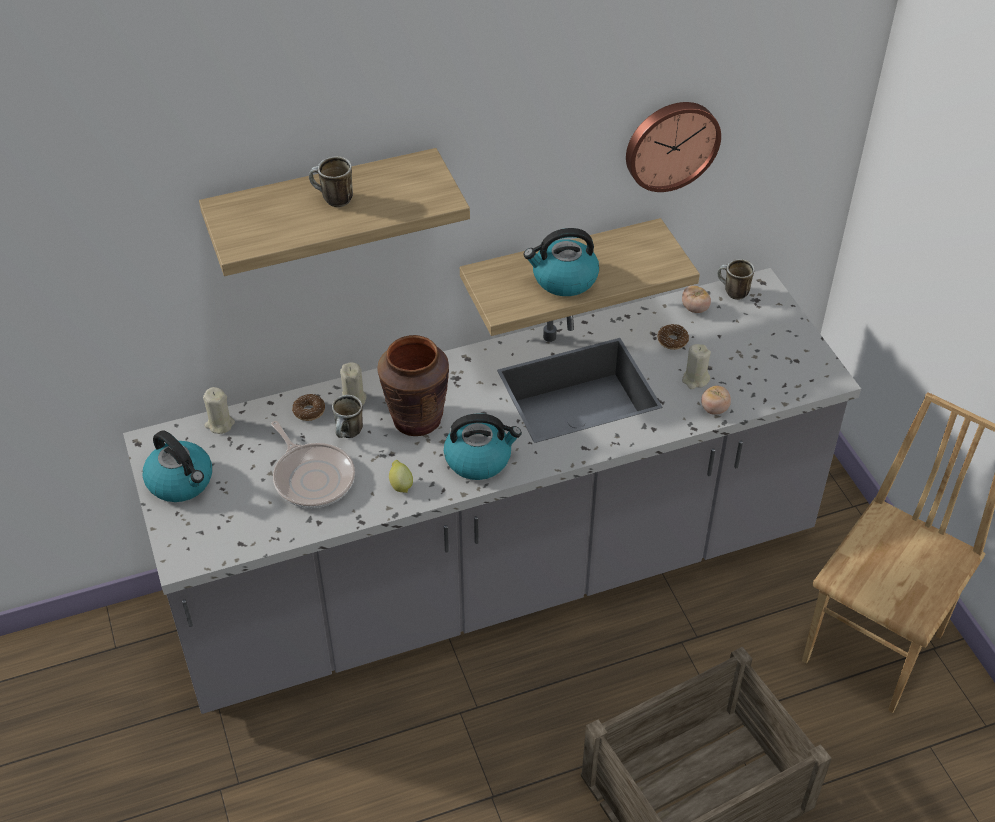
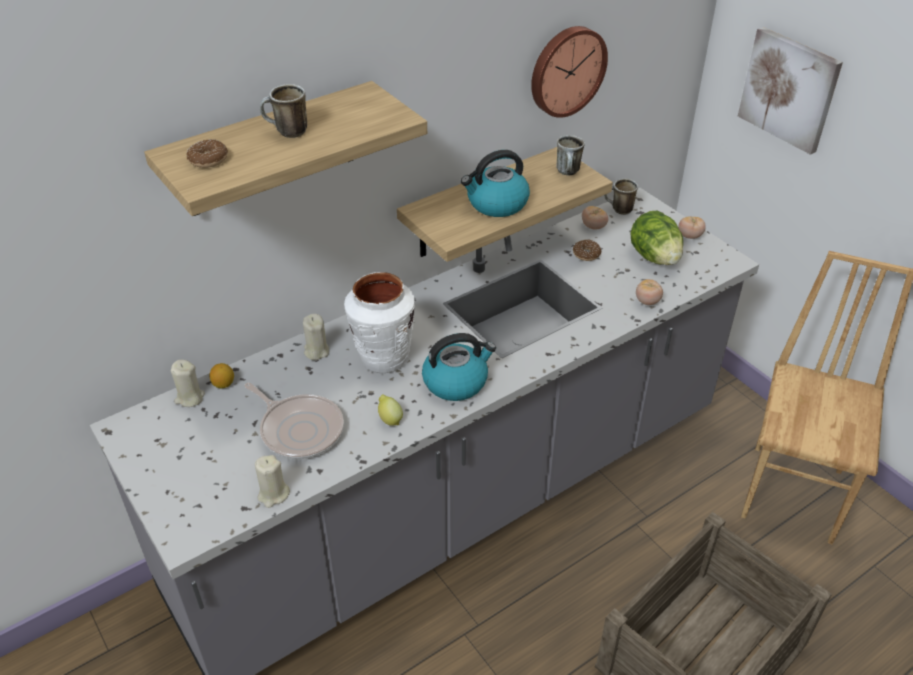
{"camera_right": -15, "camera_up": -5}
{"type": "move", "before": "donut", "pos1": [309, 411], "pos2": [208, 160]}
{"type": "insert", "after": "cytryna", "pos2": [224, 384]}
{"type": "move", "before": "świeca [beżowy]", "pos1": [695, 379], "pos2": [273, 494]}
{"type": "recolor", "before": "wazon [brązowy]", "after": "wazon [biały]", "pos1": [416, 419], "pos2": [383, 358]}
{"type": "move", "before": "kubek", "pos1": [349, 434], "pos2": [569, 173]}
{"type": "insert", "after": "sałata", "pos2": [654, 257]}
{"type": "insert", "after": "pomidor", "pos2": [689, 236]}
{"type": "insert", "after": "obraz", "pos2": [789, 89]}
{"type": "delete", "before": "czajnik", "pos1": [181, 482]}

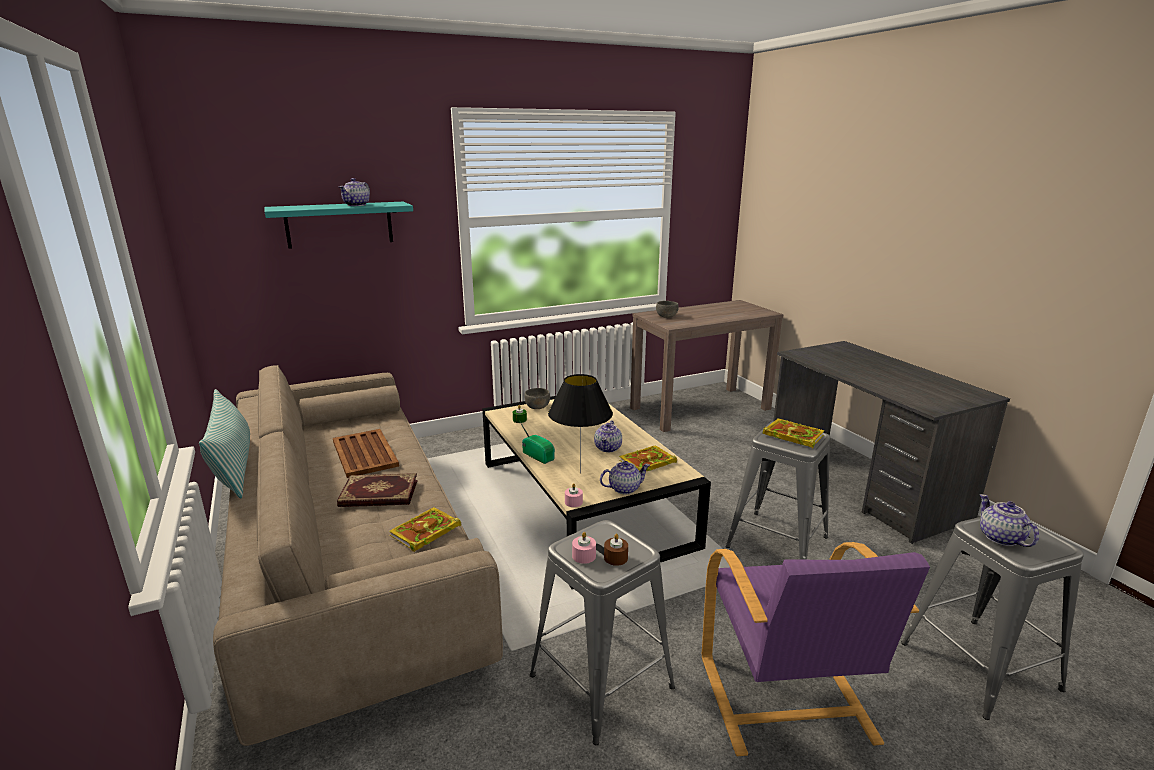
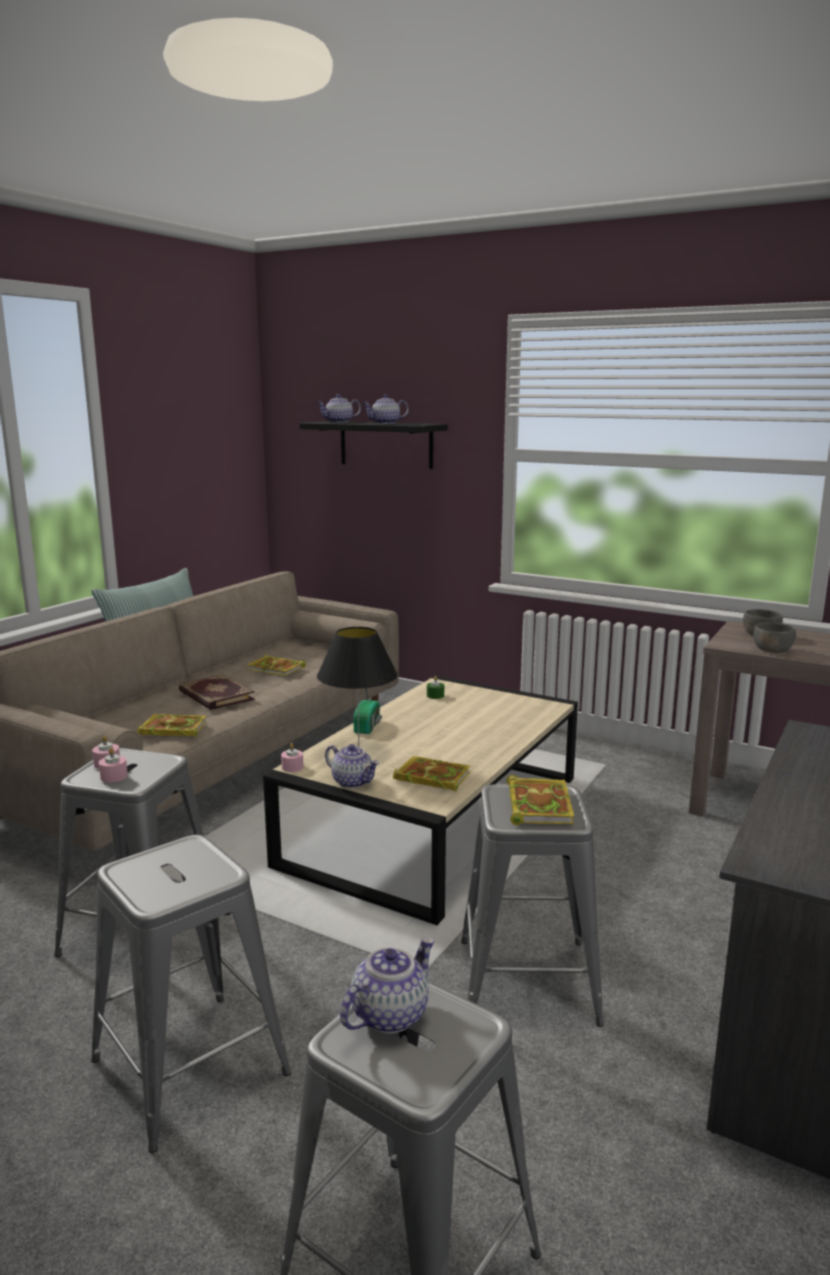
{"camera_right": 55, "camera_up": -5}
{"type": "replace", "before": "fotel [fioletowy]", "after": "stołek [szary]", "pos1": [785, 700], "pos2": [190, 1067]}
{"type": "recolor", "before": "świeca [brązowy]", "after": "świeca [różowy]", "pos1": [615, 558], "pos2": [114, 776]}
{"type": "replace", "before": "taca [brązowy]", "after": "książka", "pos1": [365, 453], "pos2": [277, 669]}
{"type": "recolor", "before": "półka [turkusowy]", "after": "półka [czarny]", "pos1": [339, 224], "pos2": [386, 444]}
{"type": "move", "before": "imbryk", "pos1": [608, 448], "pos2": [339, 422]}
{"type": "move", "before": "miska [szary]", "pos1": [537, 407], "pos2": [772, 650]}

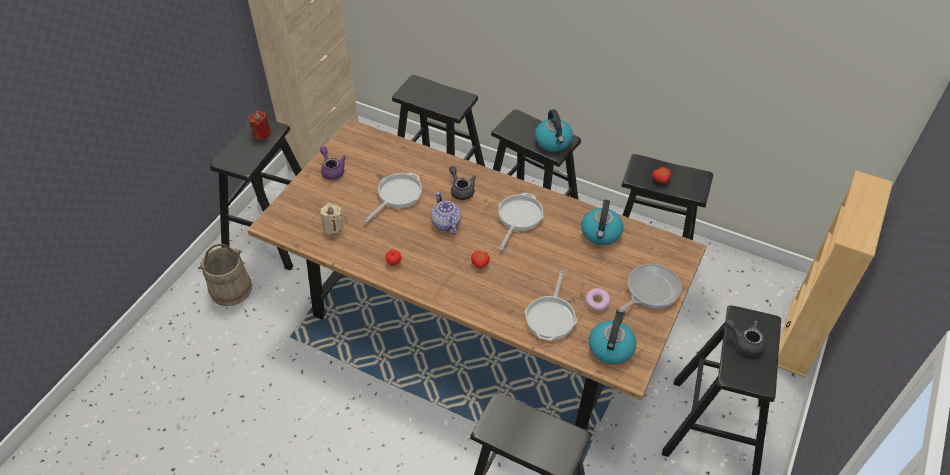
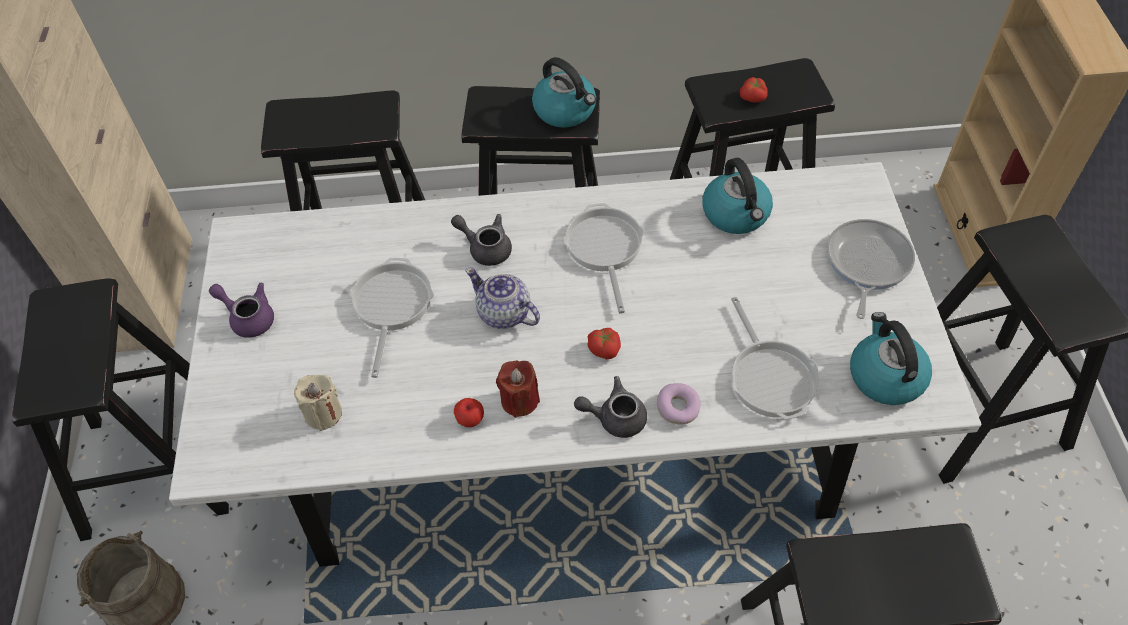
{"camera_right": -30, "camera_up": 5}
{"type": "recolor", "before": "stół jadalny [brązowy]", "after": "stół jadalny [biały]", "pos1": [474, 321], "pos2": [569, 436]}
{"type": "move", "before": "świeca [czerwony]", "pos1": [262, 133], "pos2": [519, 400]}
{"type": "move", "before": "imbryk [szary]", "pos1": [744, 342], "pos2": [614, 417]}
{"type": "move", "before": "donut", "pos1": [597, 302], "pos2": [678, 408]}

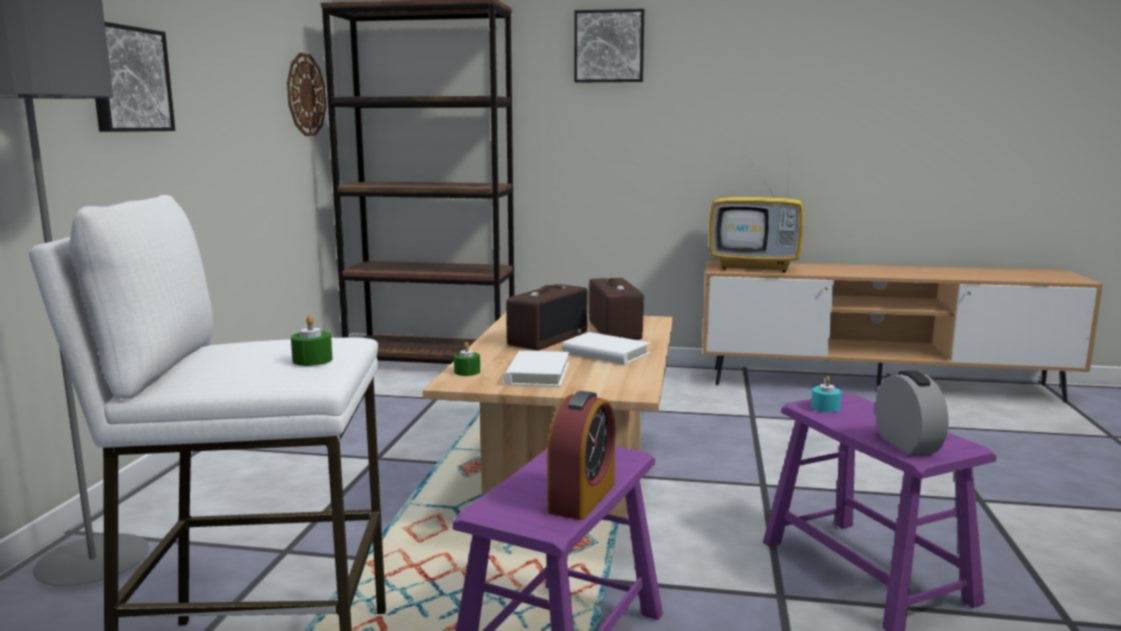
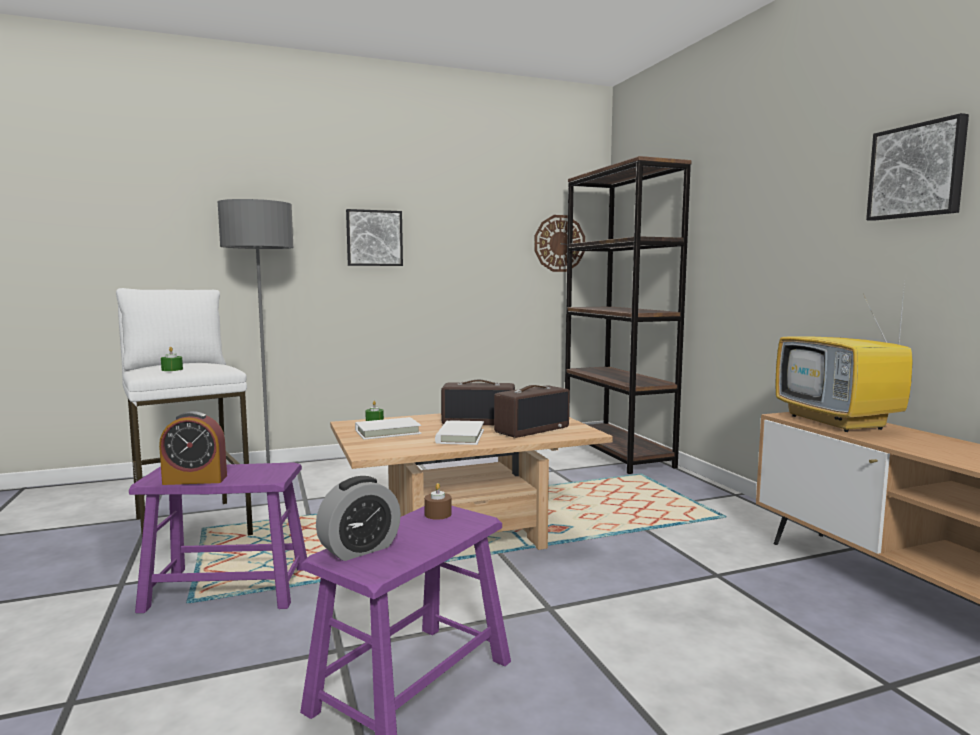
{"camera_right": 60, "camera_up": -5}
{"type": "recolor", "before": "świeca [turkusowy]", "after": "świeca [brązowy]", "pos1": [825, 407], "pos2": [438, 514]}
{"type": "move", "before": "obraz", "pos1": [609, 46], "pos2": [917, 171]}

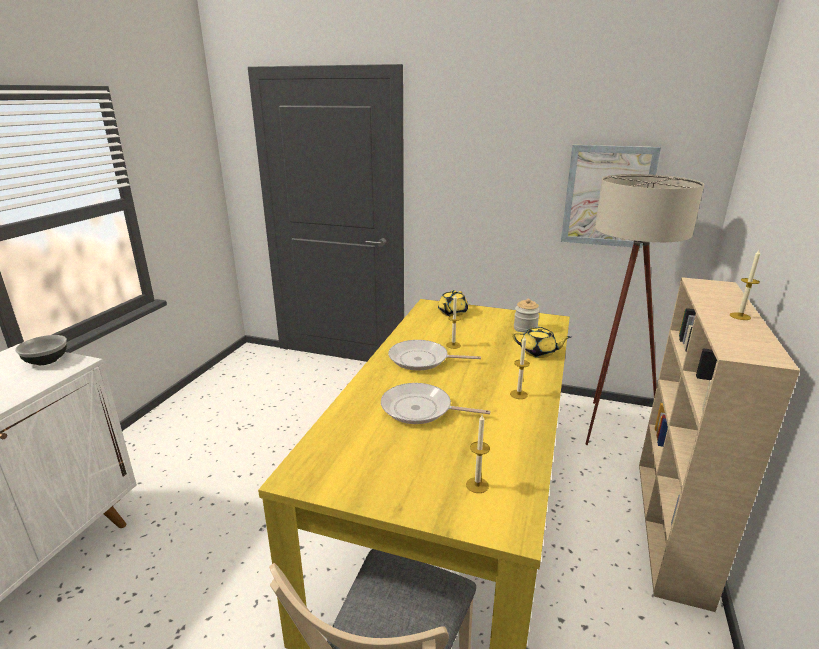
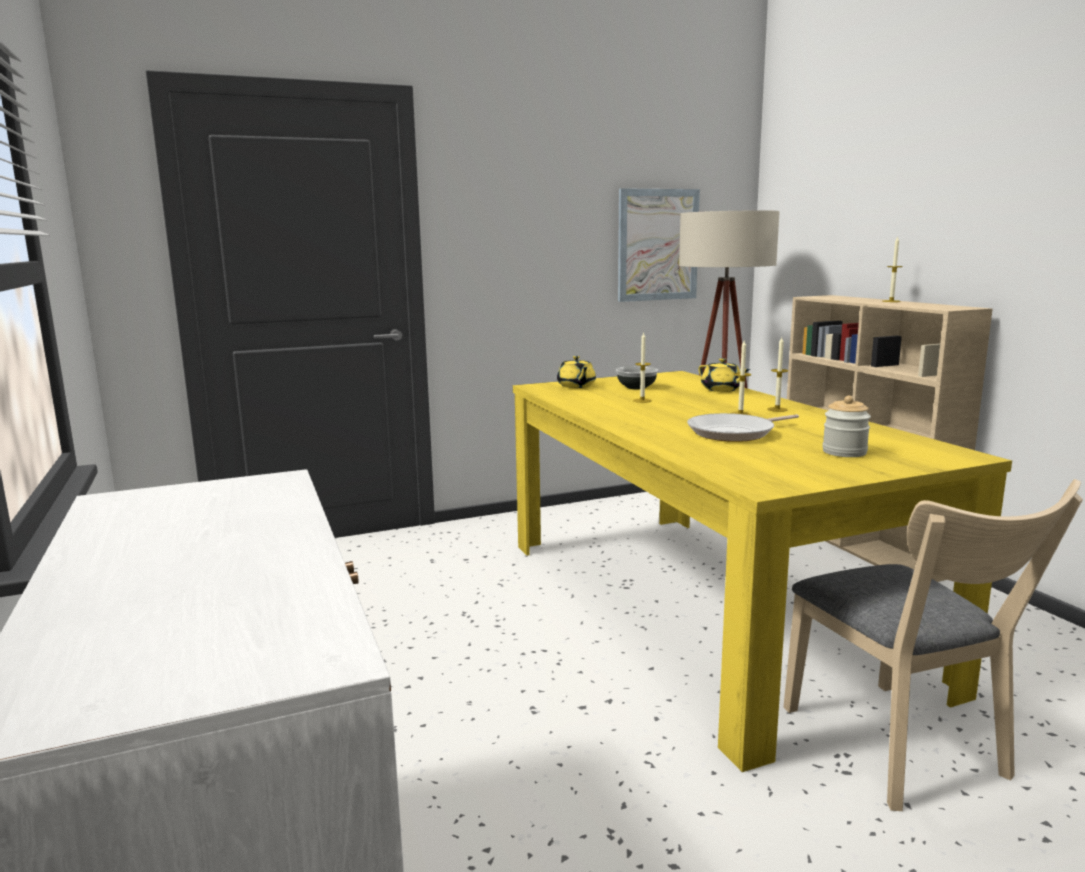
{"camera_right": -40, "camera_up": -10}
{"type": "move", "before": "miska", "pos1": [47, 360], "pos2": [636, 387]}
{"type": "rotate", "before": "imbryk [żółty]", "pos1": [538, 352], "pos2": [722, 390], "turn": 75}
{"type": "move", "before": "świeca", "pos1": [477, 485], "pos2": [740, 414]}
{"type": "move", "before": "słoik", "pos1": [525, 329], "pos2": [844, 452]}
{"type": "delete", "before": "patelnia", "pos1": [422, 360]}

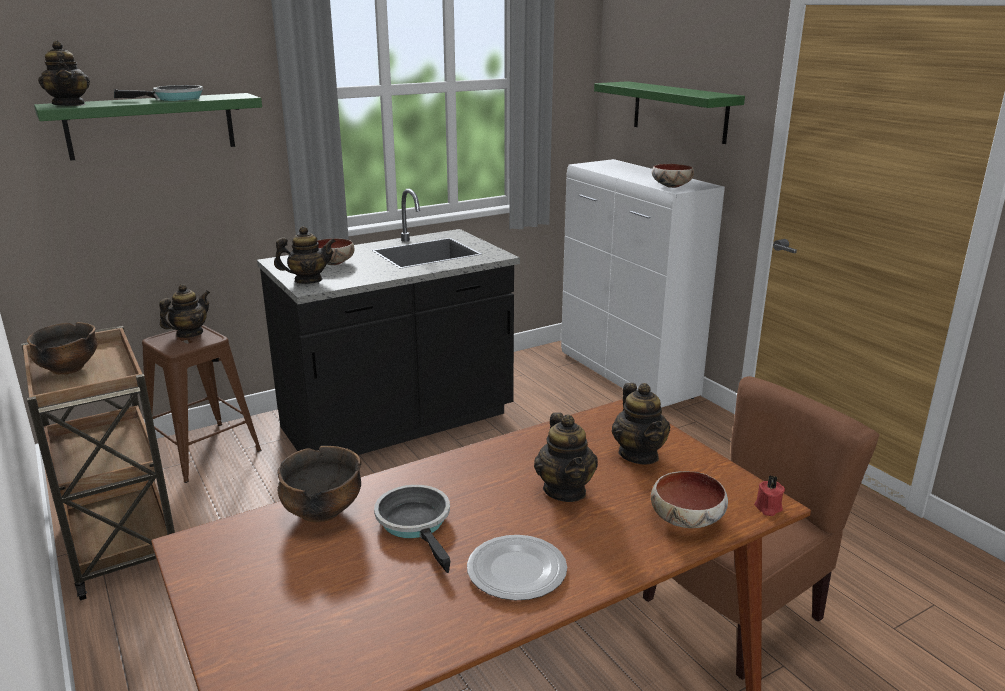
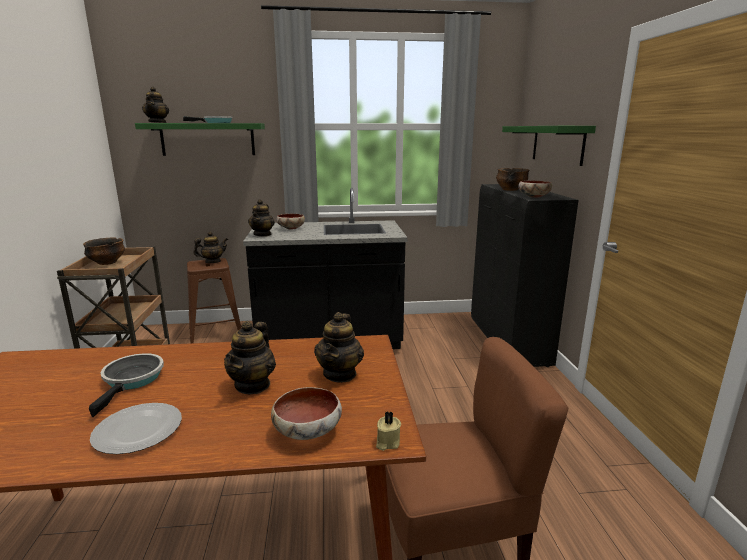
{"camera_right": 25, "camera_up": -5}
{"type": "rotate", "before": "imbryk", "pos1": [308, 280], "pos2": [262, 234], "turn": 90}
{"type": "recolor", "before": "świeca [czerwony]", "after": "świeca [beżowy]", "pos1": [767, 508], "pos2": [387, 442]}
{"type": "recolor", "before": "szafka [biały]", "after": "szafka [czarny]", "pos1": [628, 376], "pos2": [508, 342]}
{"type": "move", "before": "miska", "pos1": [322, 512], "pos2": [510, 190]}

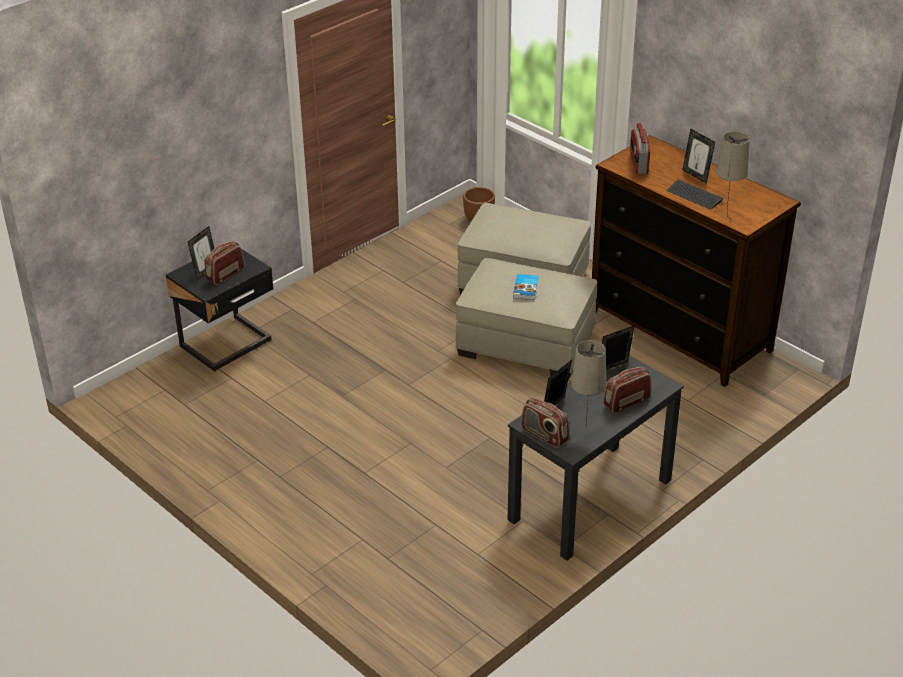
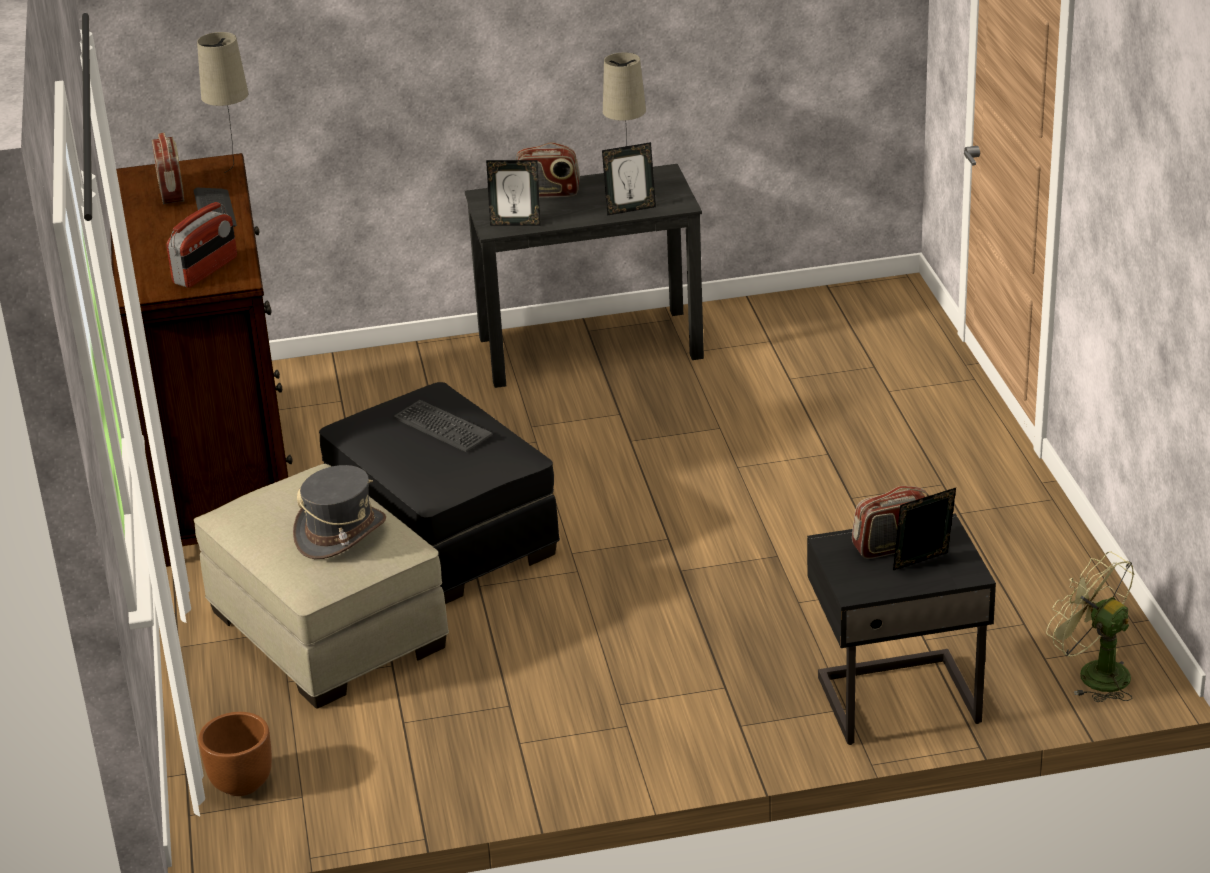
{"camera_right": -145, "camera_up": -5}
{"type": "move", "before": "radio", "pos1": [544, 435], "pos2": [171, 191]}
{"type": "insert", "after": "kapelusz [szary]", "pos2": [340, 533]}
{"type": "recolor", "before": "pufa [beżowy]", "after": "pufa [czarny]", "pos1": [526, 343], "pos2": [441, 536]}
{"type": "replace", "before": "książka", "after": "klawiatura", "pos1": [526, 289], "pos2": [442, 427]}
{"type": "insert", "after": "wentylator [zielony]", "pos2": [1093, 673]}
{"type": "delete", "before": "ramka na zdjęcie", "pos1": [696, 175]}

